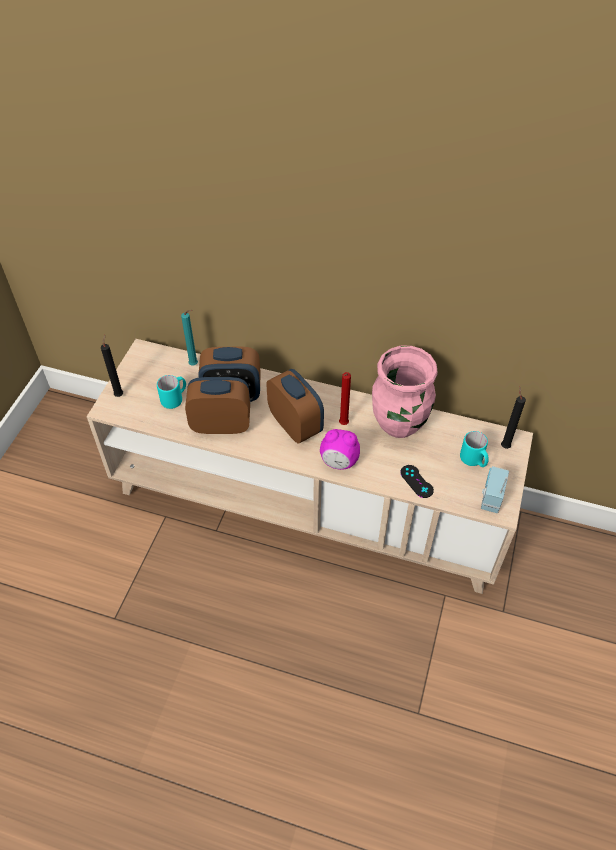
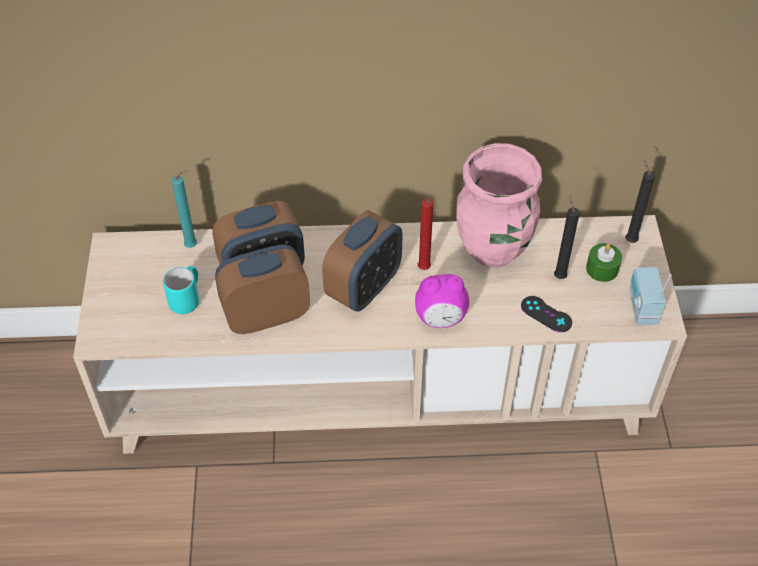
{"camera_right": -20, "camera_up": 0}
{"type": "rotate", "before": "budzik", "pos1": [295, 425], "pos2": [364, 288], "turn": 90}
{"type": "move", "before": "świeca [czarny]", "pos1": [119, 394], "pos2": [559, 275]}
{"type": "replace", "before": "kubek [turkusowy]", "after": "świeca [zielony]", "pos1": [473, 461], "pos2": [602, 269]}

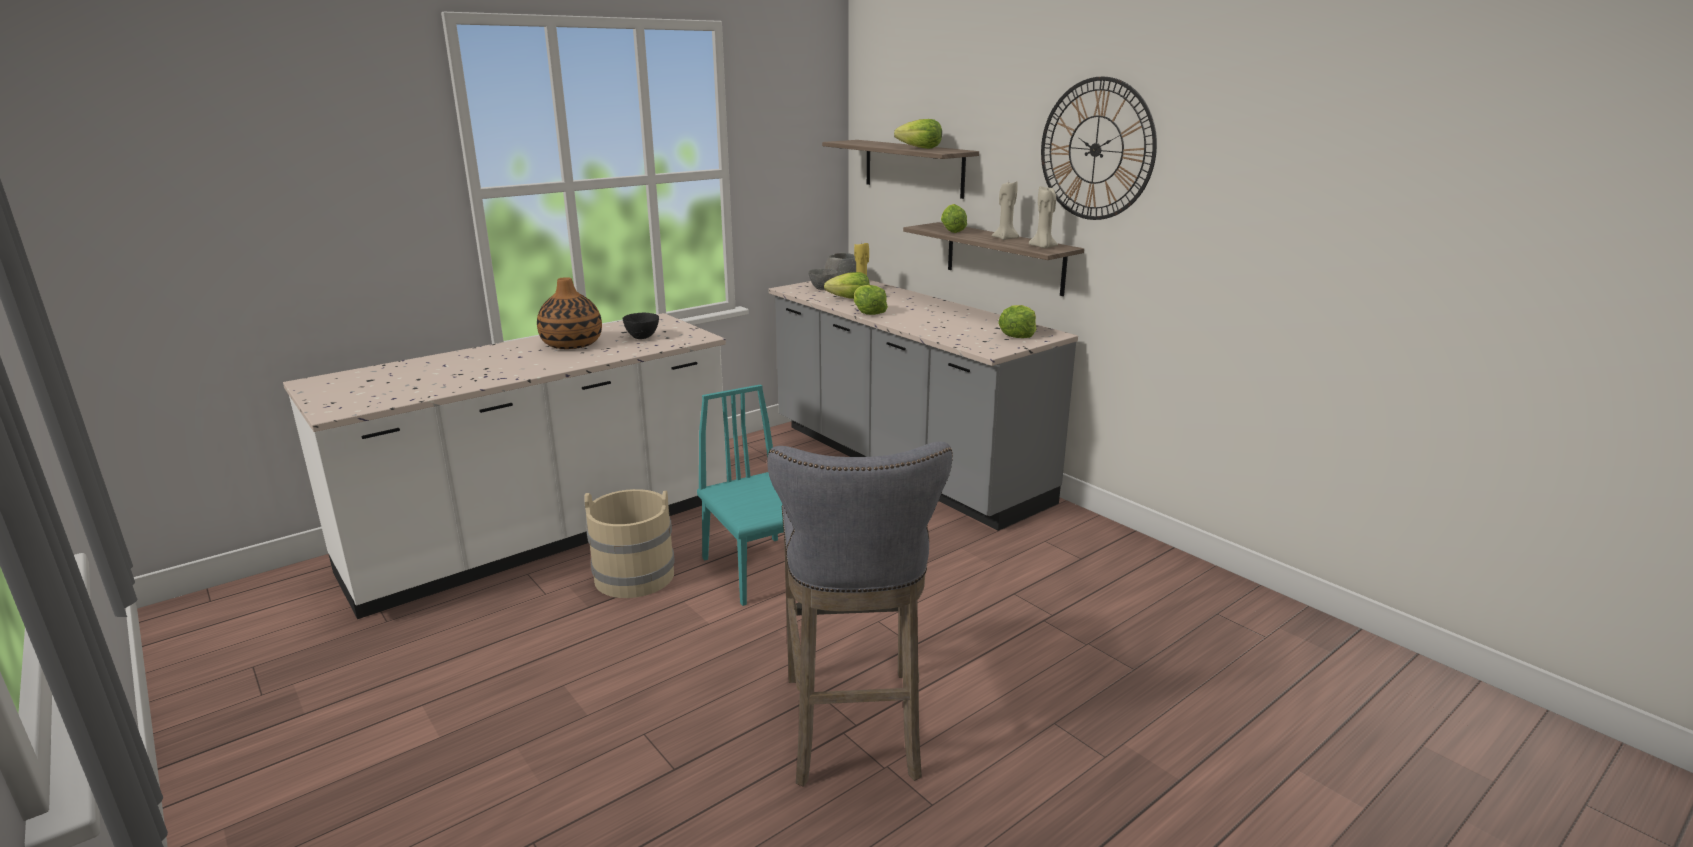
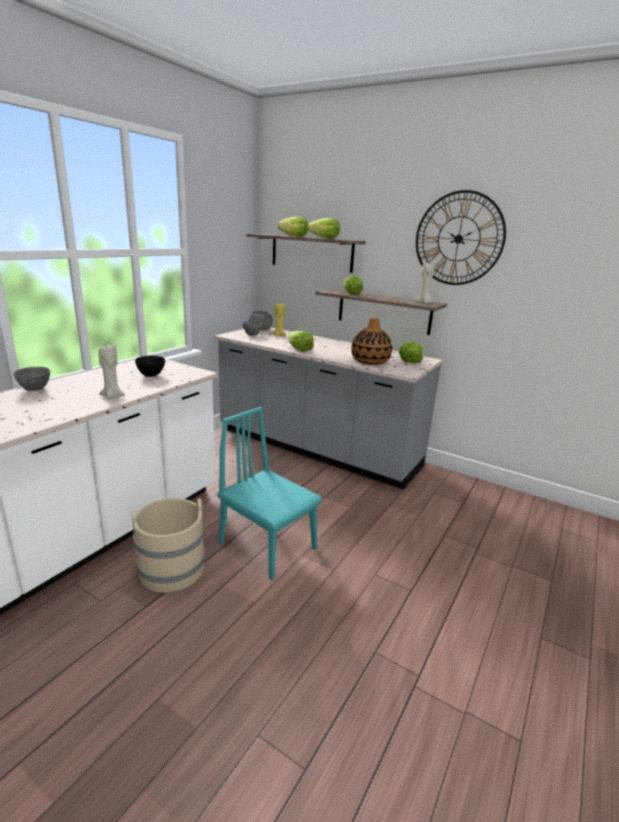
{"camera_right": -20, "camera_up": 0}
{"type": "insert", "after": "miska [szary]", "pos2": [36, 389]}
{"type": "move", "before": "świeca [beżowy]", "pos1": [1005, 238], "pos2": [112, 396]}
{"type": "move", "before": "sałata", "pos1": [849, 298], "pos2": [294, 236]}
{"type": "move", "before": "wazon", "pos1": [571, 344], "pos2": [370, 361]}
{"type": "delete", "before": "stołek [szary]", "pos1": [853, 731]}

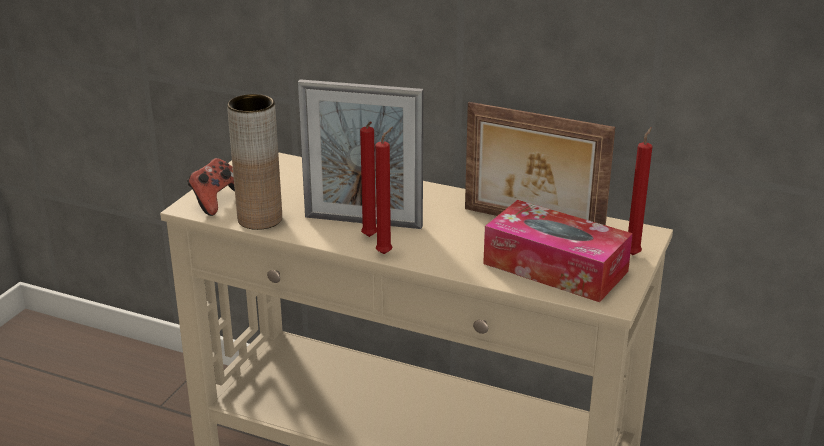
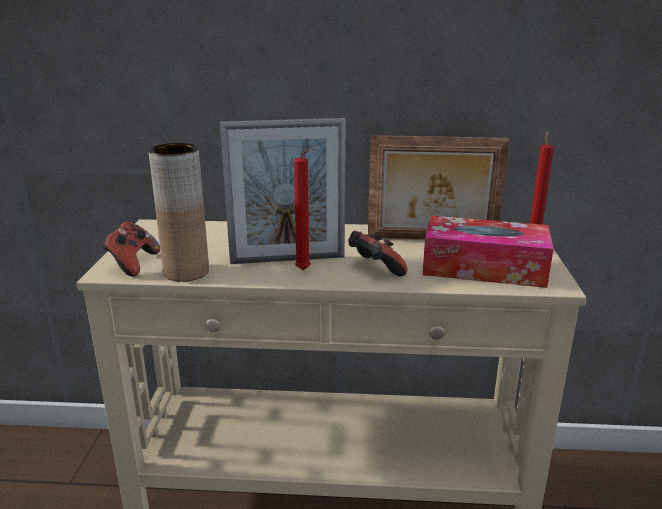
{"camera_right": -20, "camera_up": -5}
{"type": "insert", "after": "pad do gier", "pos2": [374, 270]}
{"type": "delete", "before": "świeca [czerwony]", "pos1": [386, 253]}

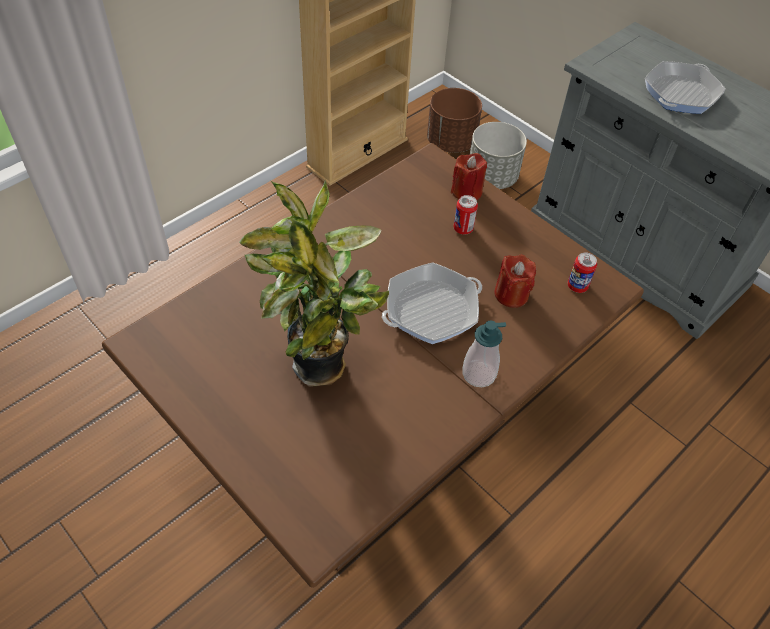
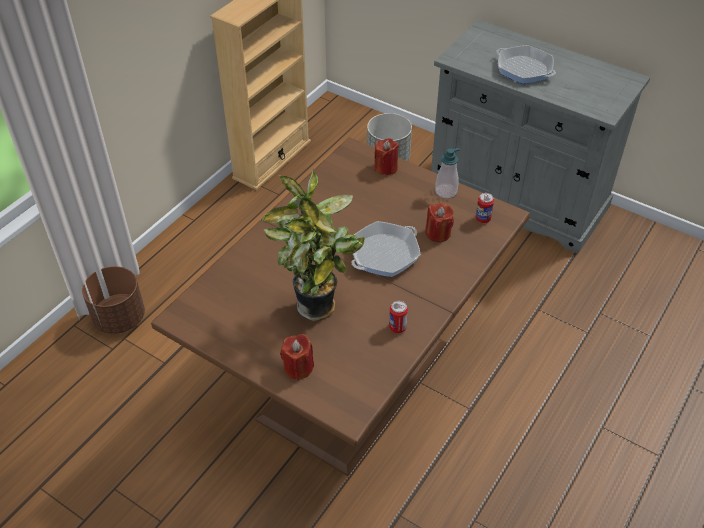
{"camera_right": -10, "camera_up": -5}
{"type": "move", "before": "donica [brązowy]", "pos1": [450, 142], "pos2": [119, 318]}
{"type": "insert", "after": "świeca [czerwony]", "pos2": [298, 367]}
{"type": "move", "before": "puszka", "pos1": [463, 229], "pos2": [397, 327]}
{"type": "move", "before": "dozownik mydła", "pos1": [479, 374], "pos2": [446, 191]}
{"type": "rotate", "before": "patelnia", "pos1": [680, 94], "pos2": [524, 69], "turn": 105}

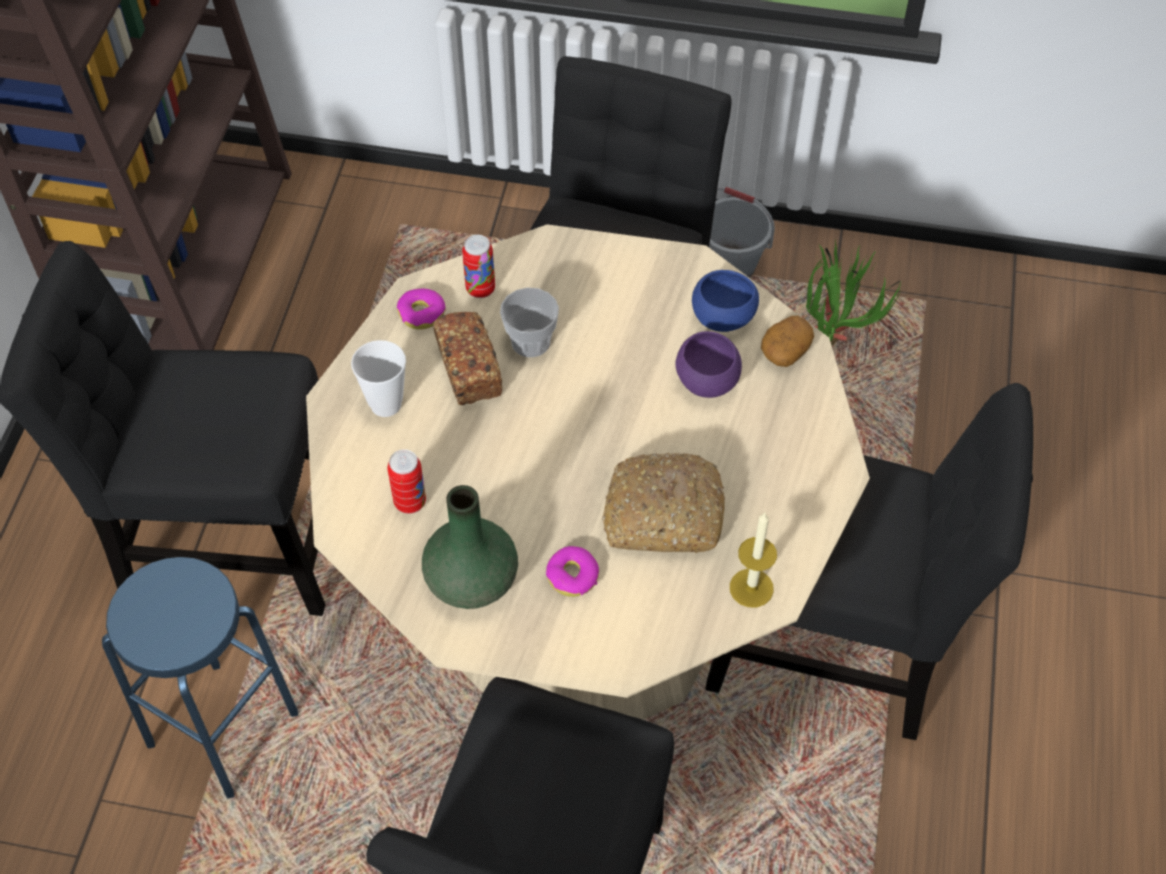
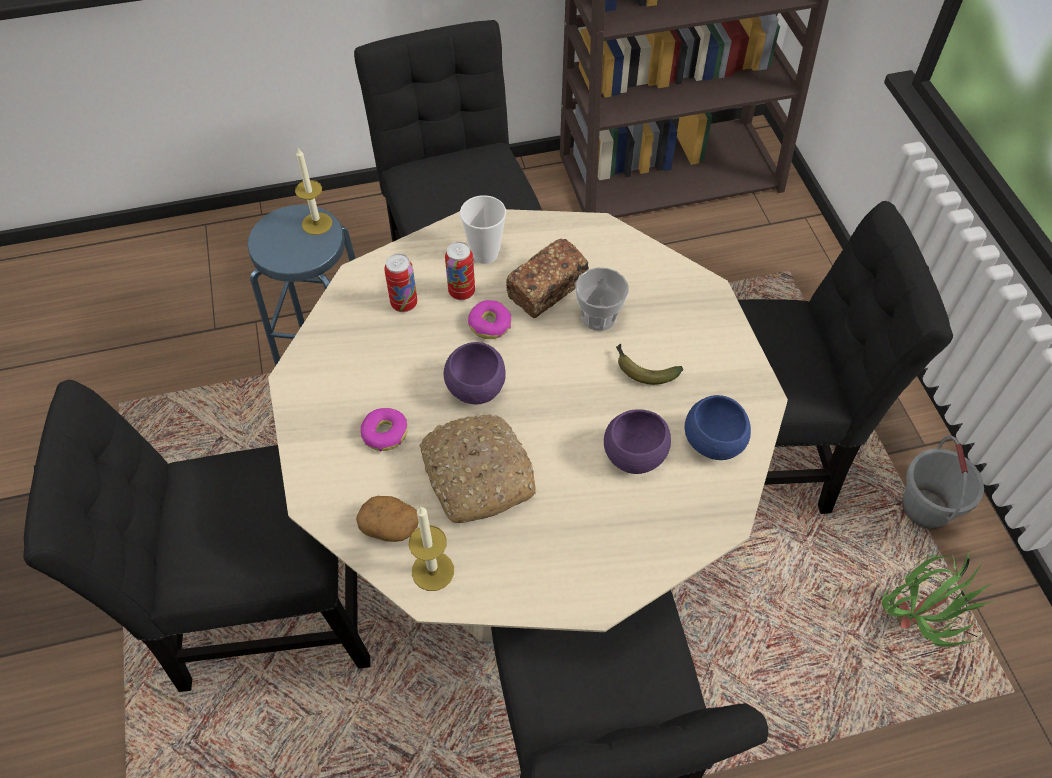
{"camera_right": 65, "camera_up": 0}
{"type": "insert", "after": "świeca", "pos2": [317, 223]}
{"type": "move", "before": "ziemniak", "pos1": [785, 350], "pos2": [390, 526]}
{"type": "insert", "after": "miska [fioletowy]", "pos2": [475, 388]}
{"type": "move", "before": "puszka", "pos1": [480, 289], "pos2": [461, 292]}
{"type": "move", "before": "donut", "pos1": [422, 314], "pos2": [490, 325]}
{"type": "insert", "after": "banan", "pos2": [642, 369]}
{"type": "delete", "before": "wazon [zielony]", "pos1": [472, 581]}

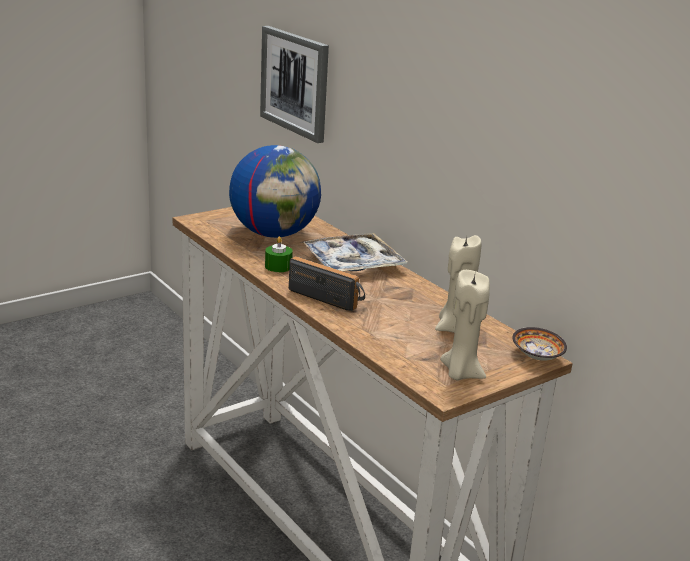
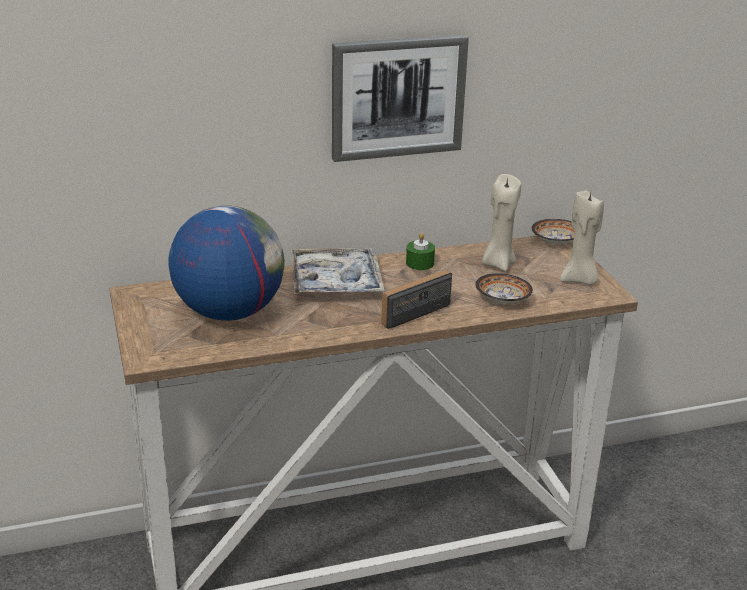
{"camera_right": -70, "camera_up": 5}
{"type": "move", "before": "obraz", "pos1": [295, 82], "pos2": [397, 97]}
{"type": "move", "before": "świeca [zielony]", "pos1": [278, 266], "pos2": [420, 263]}
{"type": "insert", "after": "miska", "pos2": [502, 300]}

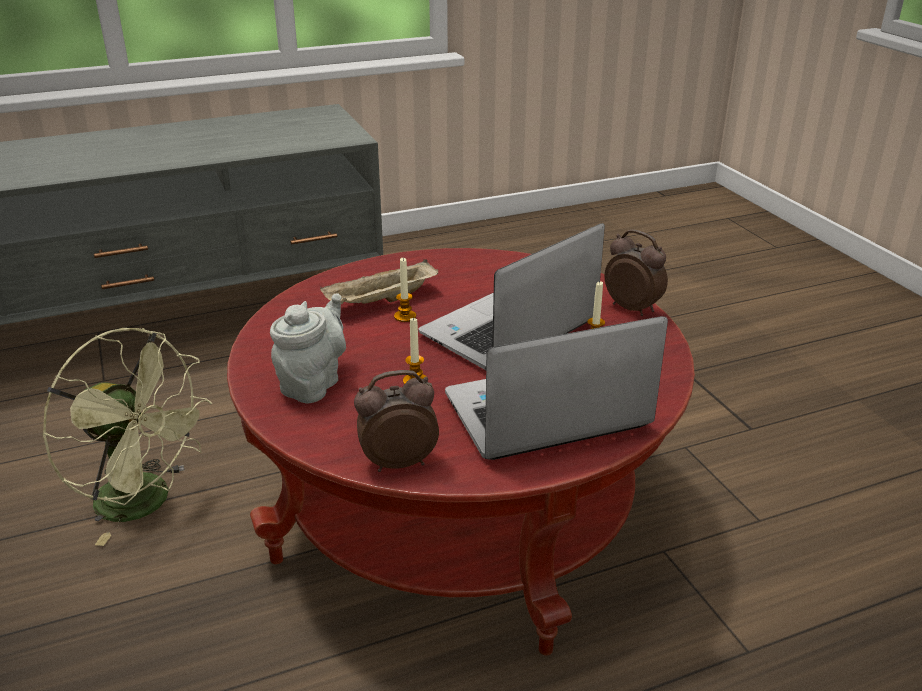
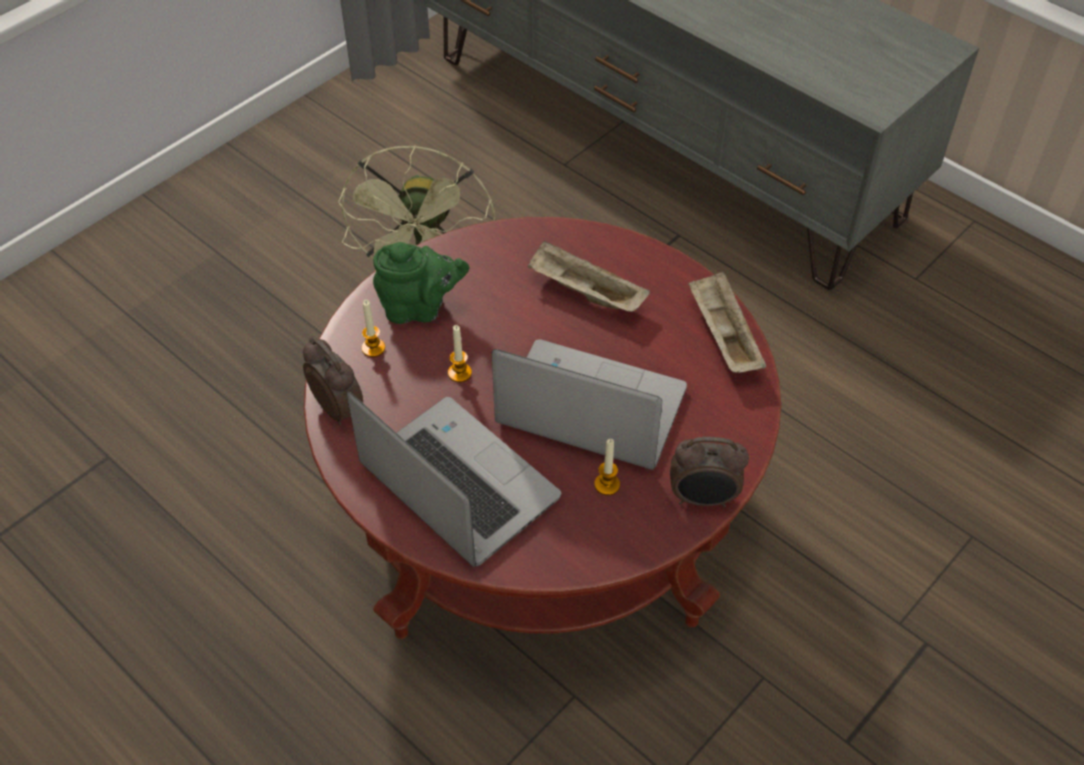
{"camera_right": 65, "camera_up": 20}
{"type": "move", "before": "świeca", "pos1": [405, 316], "pos2": [373, 348]}
{"type": "recolor", "before": "imbryk [szary]", "after": "imbryk [zielony]", "pos1": [313, 383], "pos2": [419, 308]}
{"type": "rotate", "before": "budzik", "pos1": [632, 308], "pos2": [703, 499], "turn": 75}
{"type": "insert", "after": "taca [beżowy]", "pos2": [722, 336]}

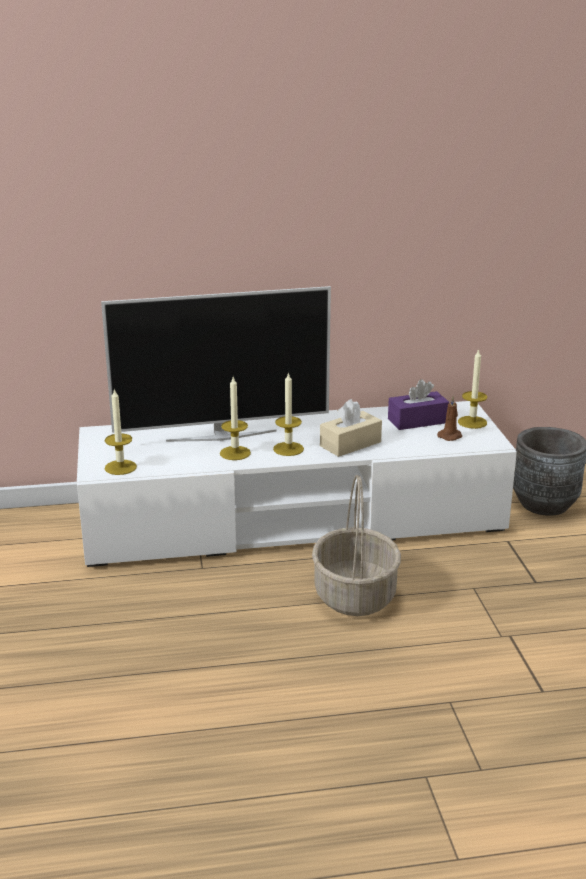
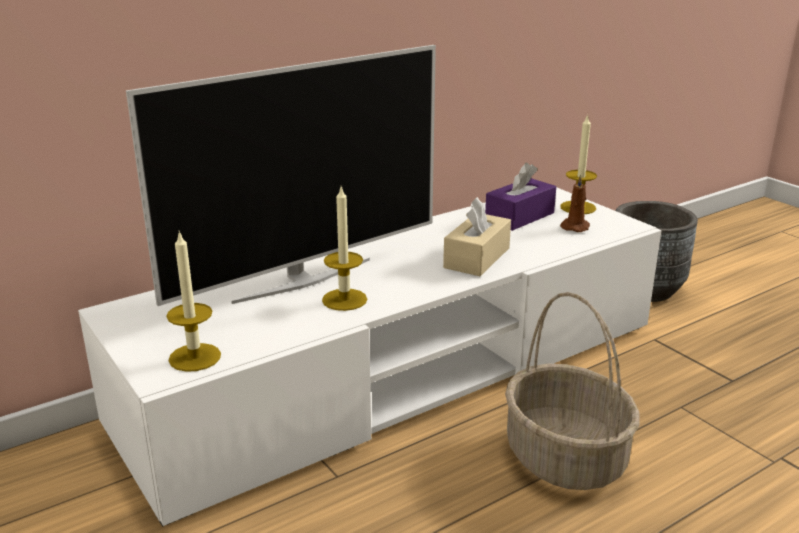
{"camera_right": -25, "camera_up": 0}
{"type": "delete", "before": "świeca", "pos1": [288, 449]}

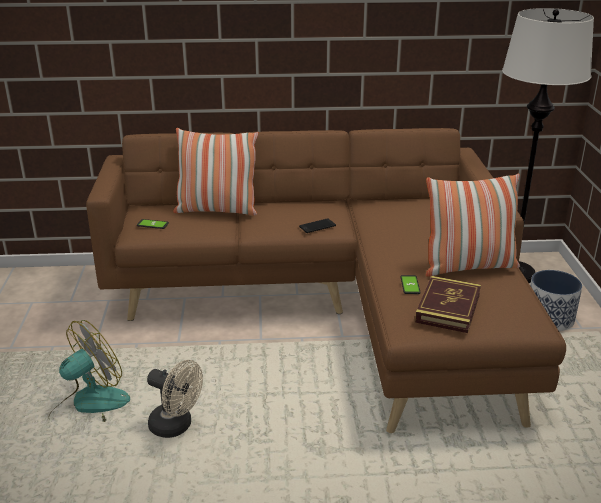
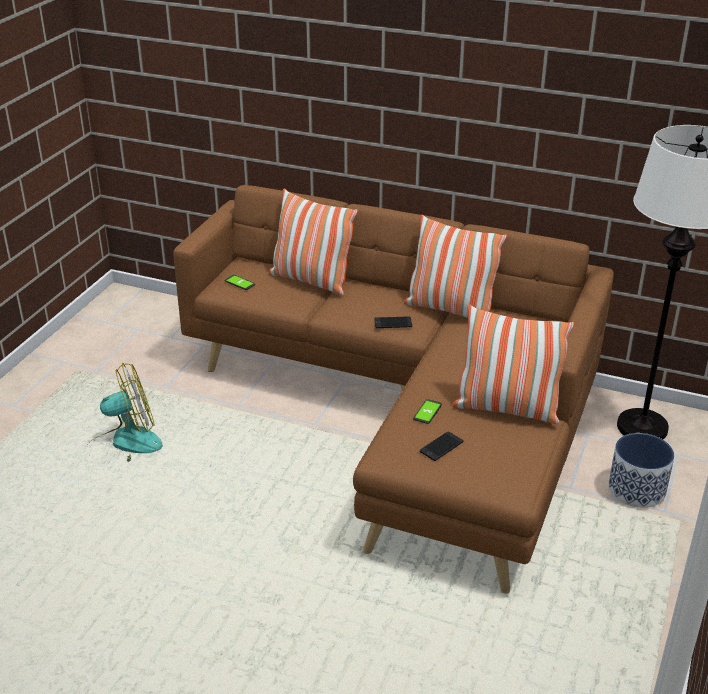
{"camera_right": 25, "camera_up": 5}
{"type": "insert", "after": "poduszka", "pos2": [450, 309]}
{"type": "replace", "before": "książka", "after": "telefon", "pos1": [448, 308], "pos2": [441, 446]}
{"type": "delete", "before": "wentylator [beżowy]", "pos1": [176, 426]}

